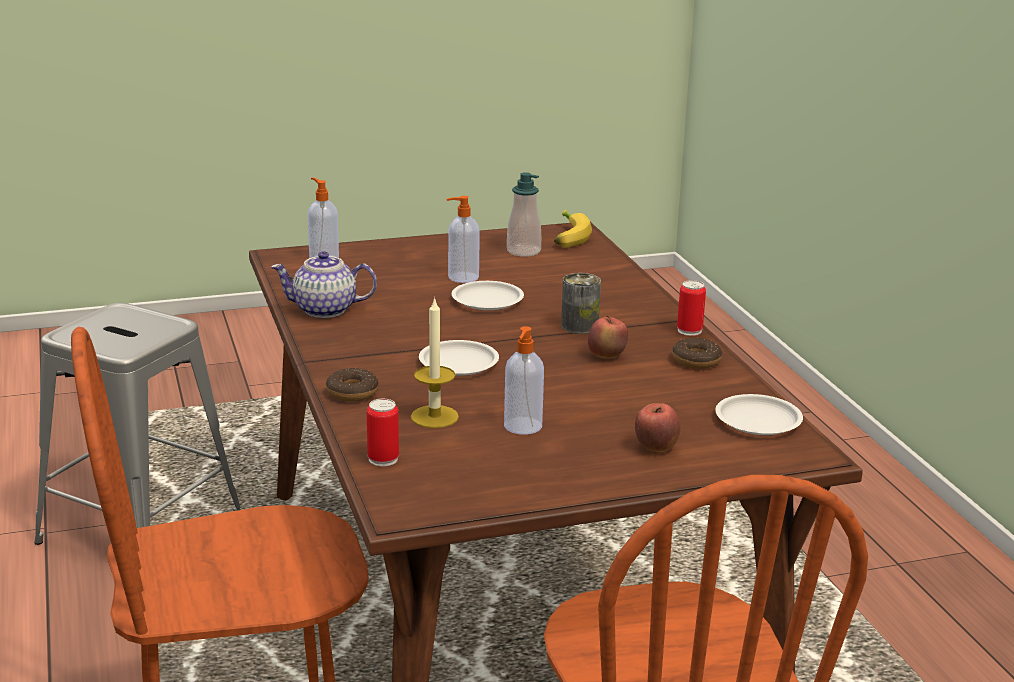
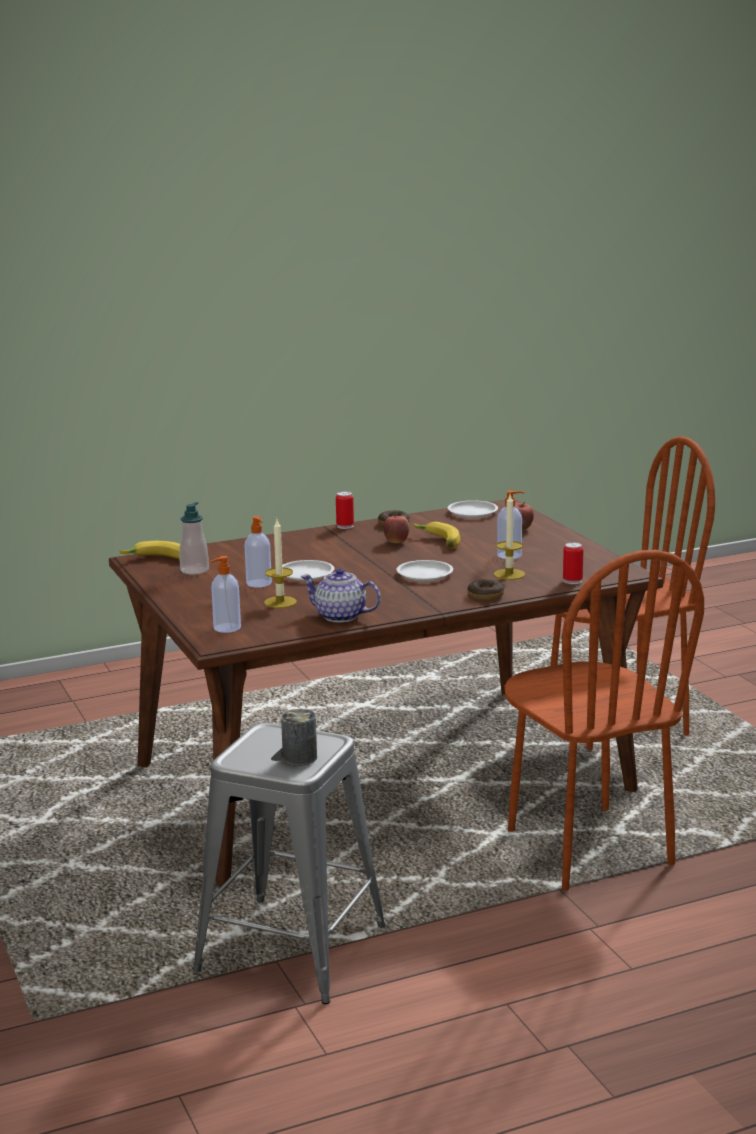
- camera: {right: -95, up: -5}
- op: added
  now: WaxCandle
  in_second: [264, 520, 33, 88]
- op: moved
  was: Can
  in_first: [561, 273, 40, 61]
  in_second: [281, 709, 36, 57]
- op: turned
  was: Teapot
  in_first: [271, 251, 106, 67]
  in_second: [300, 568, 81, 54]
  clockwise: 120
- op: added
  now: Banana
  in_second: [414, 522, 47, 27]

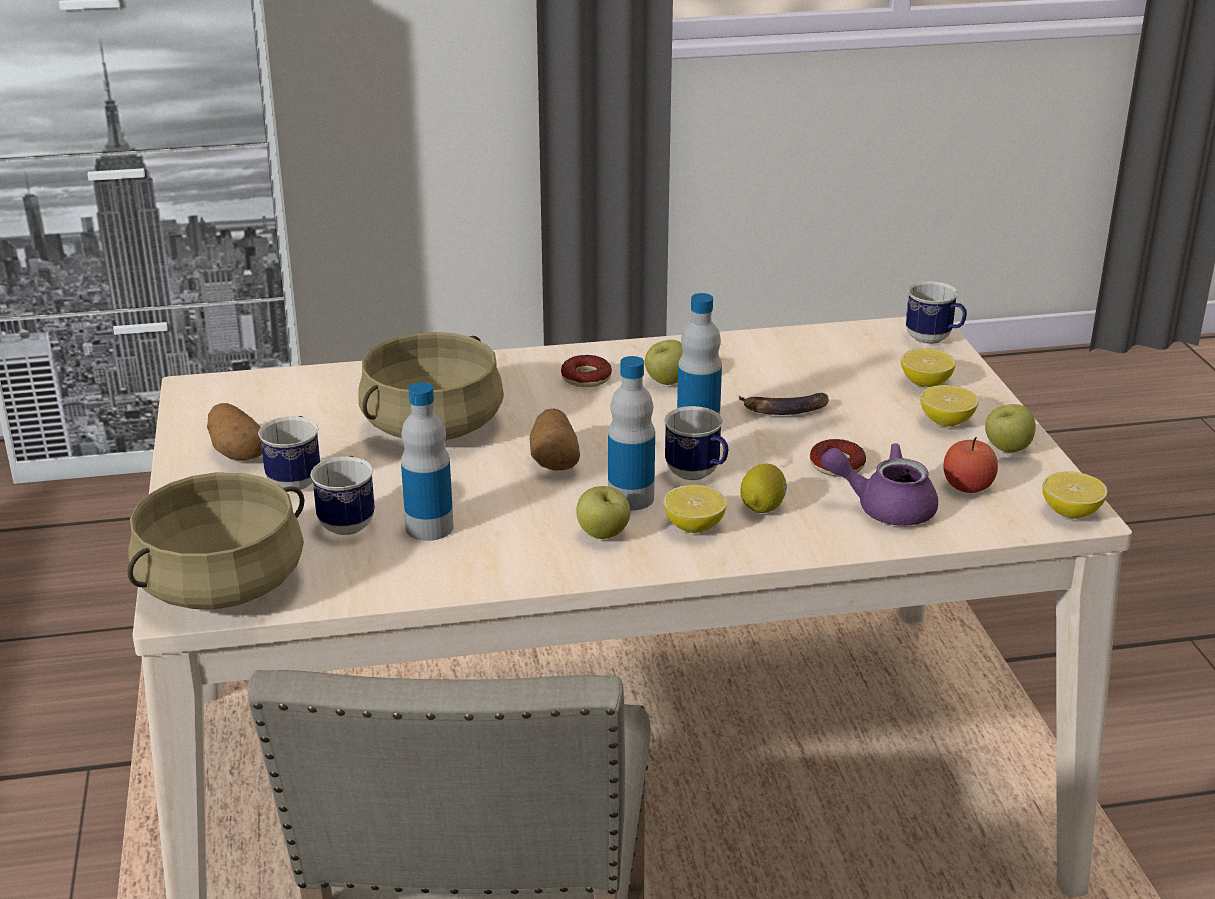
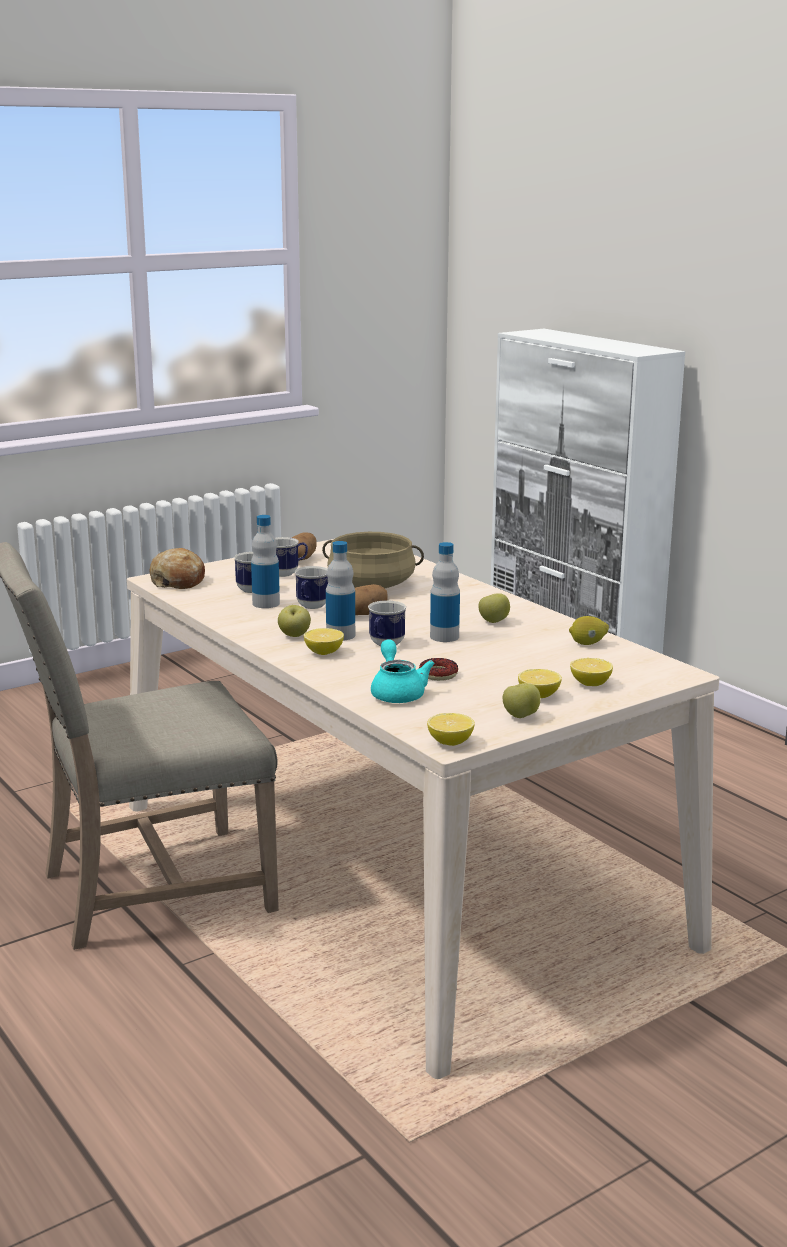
- camera: {right: 65, up: -10}
- op: replaced
  was: BeigeColouredCookingPot
  now: BakedBread
  in_first: [127, 472, 178, 137]
  in_second: [149, 548, 56, 41]
- op: moved
  was: CoffeeMug
  in_first: [906, 281, 61, 63]
  in_second: [295, 566, 33, 43]
- op: recoloured
  was: PurpleColouredTeapot
  now: BlueGreenTeapot
  in_first: [821, 443, 117, 83]
  in_second: [371, 639, 63, 64]
- op: moved
  was: Lemon
  in_first: [740, 464, 47, 49]
  in_second: [569, 616, 40, 29]
- op: removed
  was: Doughnut
  in_first: [561, 355, 51, 32]
- op: removed
  was: Banana
  in_first: [739, 393, 90, 22]
- op: removed
  was: WholeApple
  in_first: [944, 437, 54, 56]

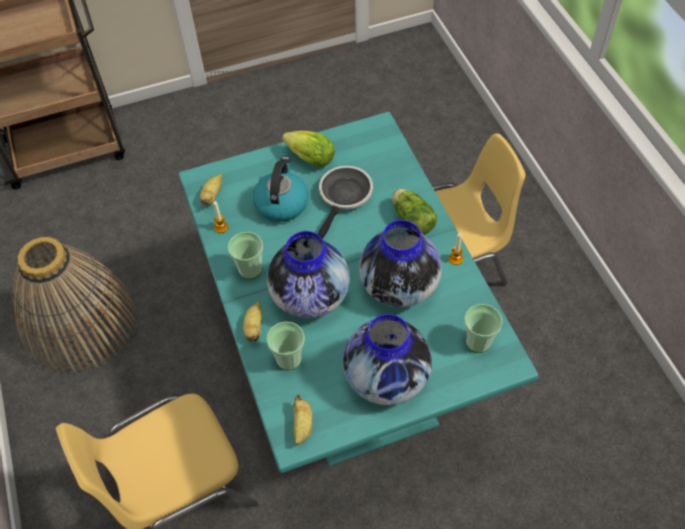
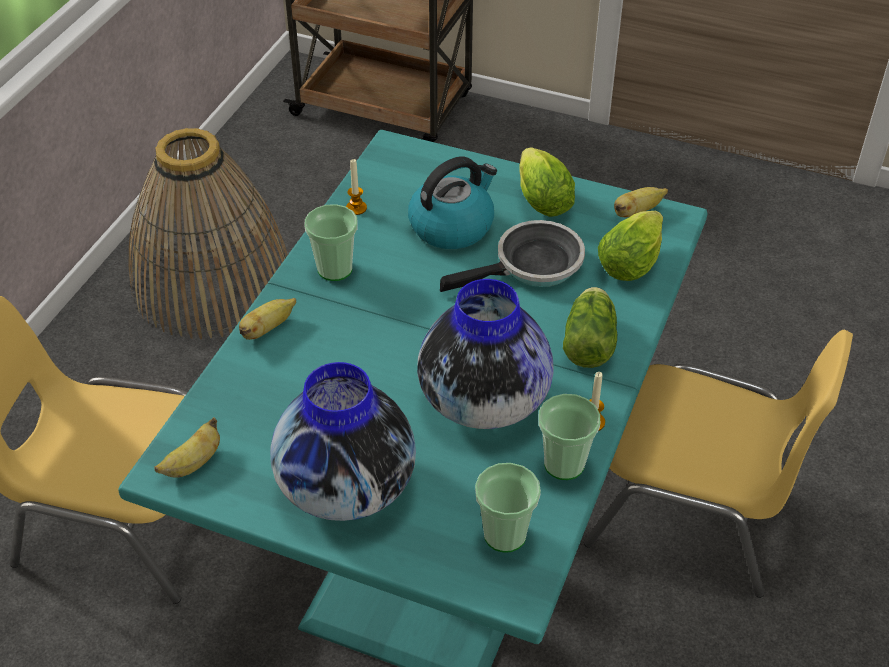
- camera: {right: 40, up: -10}
- op: moved
  was: Cup
  in_first: [266, 322, 39, 49]
  in_second: [539, 394, 61, 86]
- op: added
  now: LettuceHead
  in_second: [598, 211, 65, 70]
- op: moved
  was: Banana
  in_first: [200, 173, 22, 33]
  in_second: [614, 187, 54, 30]
- op: removed
  was: FlowerVase
  in_first: [267, 231, 83, 87]

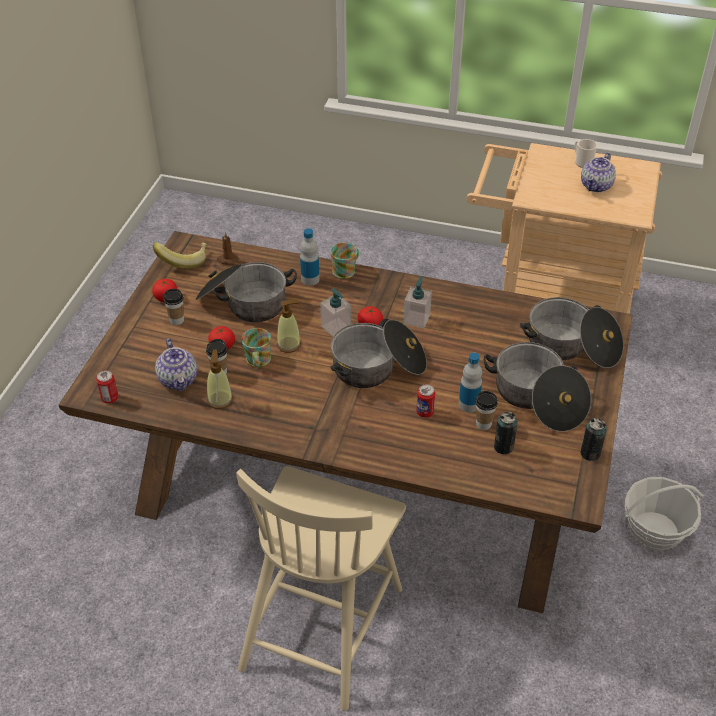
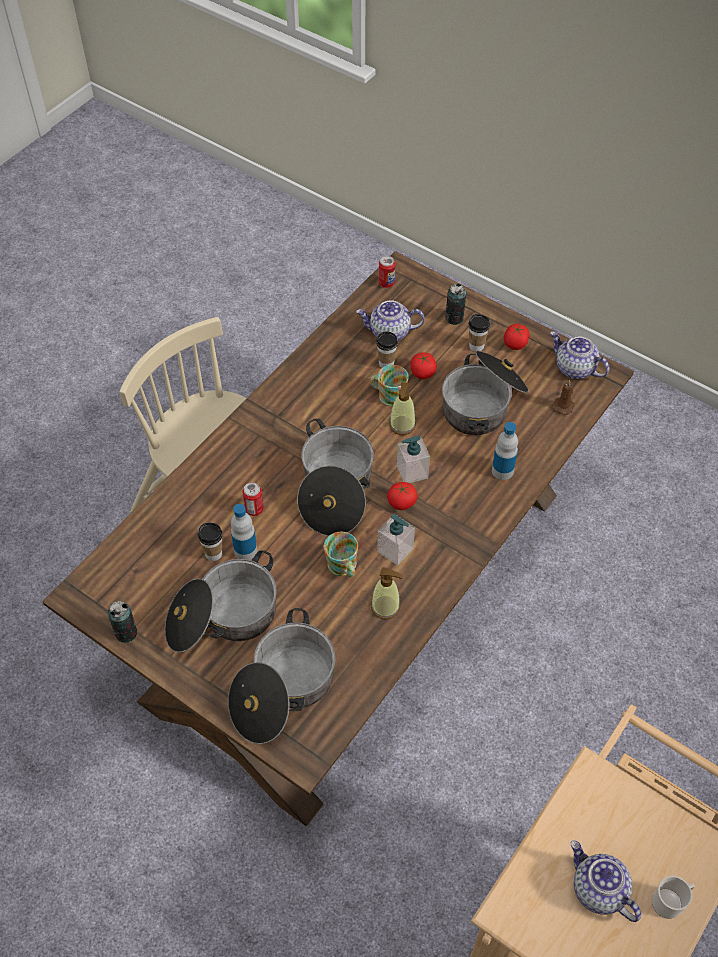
- camera: {right: 110, up: 10}
- op: moved
  was: CoffeeMug
  in_first: [330, 243, 29, 36]
  in_second: [324, 532, 34, 45]
- op: moved
  was: SoapDispenser
  in_first: [207, 349, 26, 60]
  in_second: [371, 567, 32, 52]
- op: moved
  was: Can
  in_first: [494, 412, 24, 42]
  in_second: [445, 284, 21, 41]
- op: replaced
  was: Banana
  now: Teapot
  in_first: [153, 242, 54, 27]
  in_second: [550, 331, 59, 48]
- op: removed
  was: Basket
  in_first: [623, 477, 81, 74]

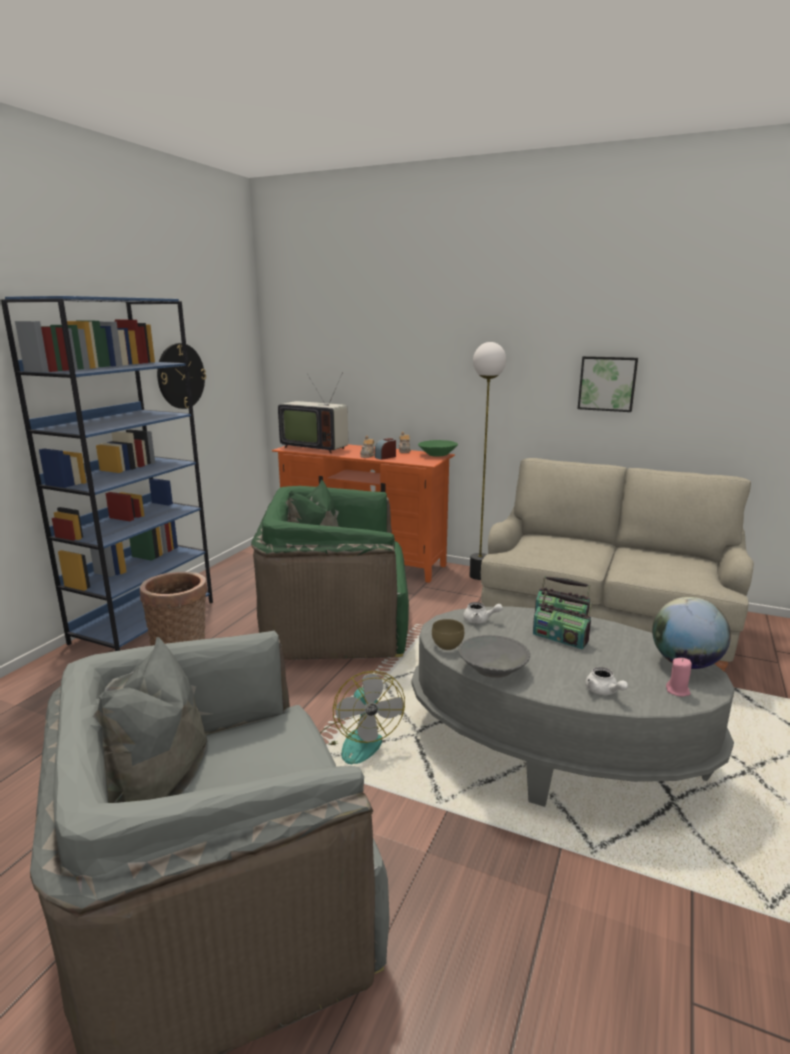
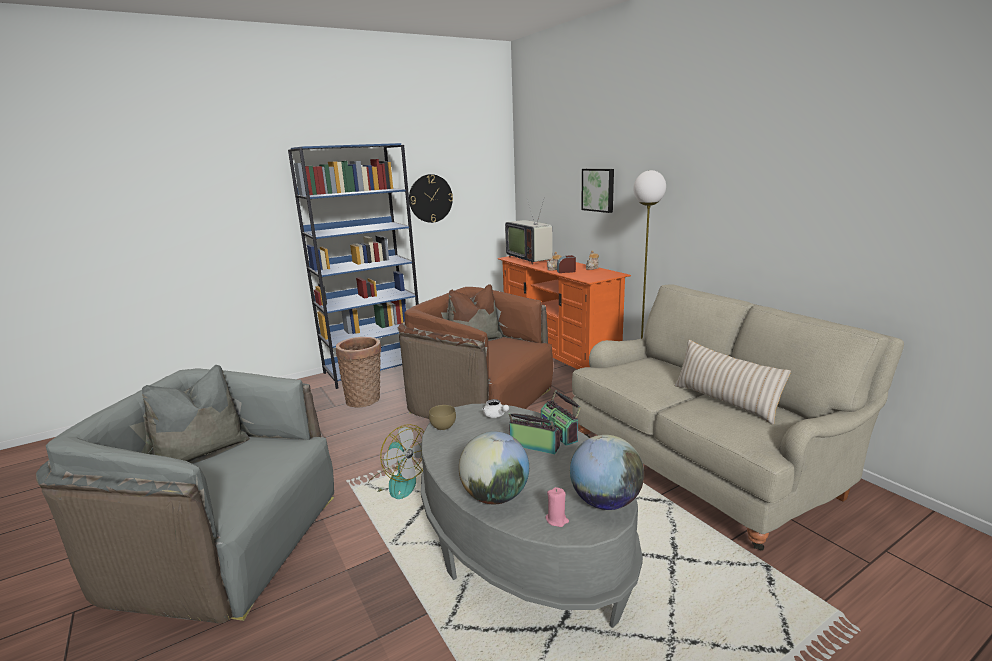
- camera: {right: 35, up: 0}
- op: turned
  was: CoolingFan
  in_first: [320, 671, 85, 93]
  in_second: [370, 424, 54, 75]
  clockwise: -60
- op: recoloured
  was: GreenColouredLoungeChair
  now: BrownishLoungeChair
  in_first: [251, 480, 158, 180]
  in_second: [398, 284, 155, 135]
- op: replaced
  was: WhiteTeapot
  now: DeskGlobe
  in_first: [585, 667, 43, 28]
  in_second: [459, 431, 70, 73]
- op: turned
  was: Radio
  in_first: [533, 591, 59, 58]
  in_second: [509, 413, 51, 41]
  clockwise: 135
- op: moved
  was: Picture
  in_first: [578, 356, 60, 56]
  in_second: [581, 169, 33, 44]
- op: added
  now: BeigeColouredThrowPillow
  in_second: [675, 340, 116, 85]
- op: removed
  was: GreenColouredBowl
  in_first: [418, 440, 40, 17]
- op: removed
  was: GreyBowl
  in_first: [459, 635, 71, 43]

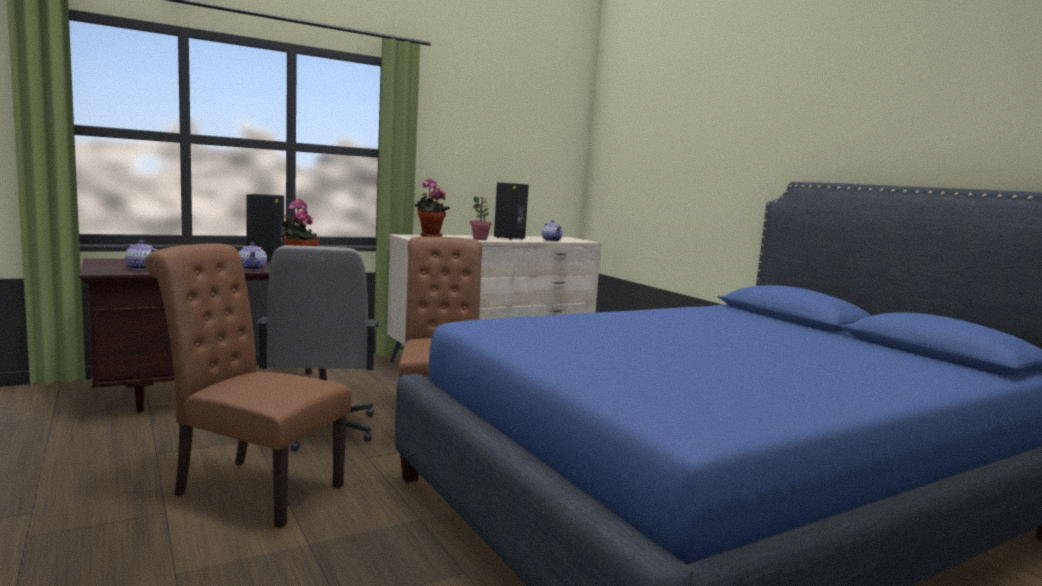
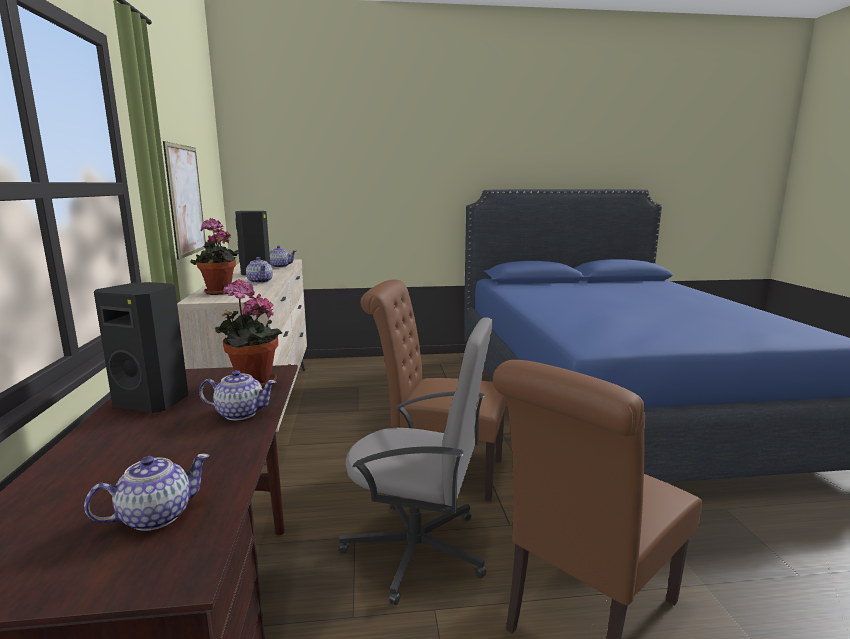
- camera: {right: -65, up: 5}
- op: added
  now: Picture
  in_second: [163, 141, 43, 119]
- op: replaced
  was: PottedPlant
  now: Teapot
  in_first: [470, 196, 22, 44]
  in_second: [246, 257, 27, 26]

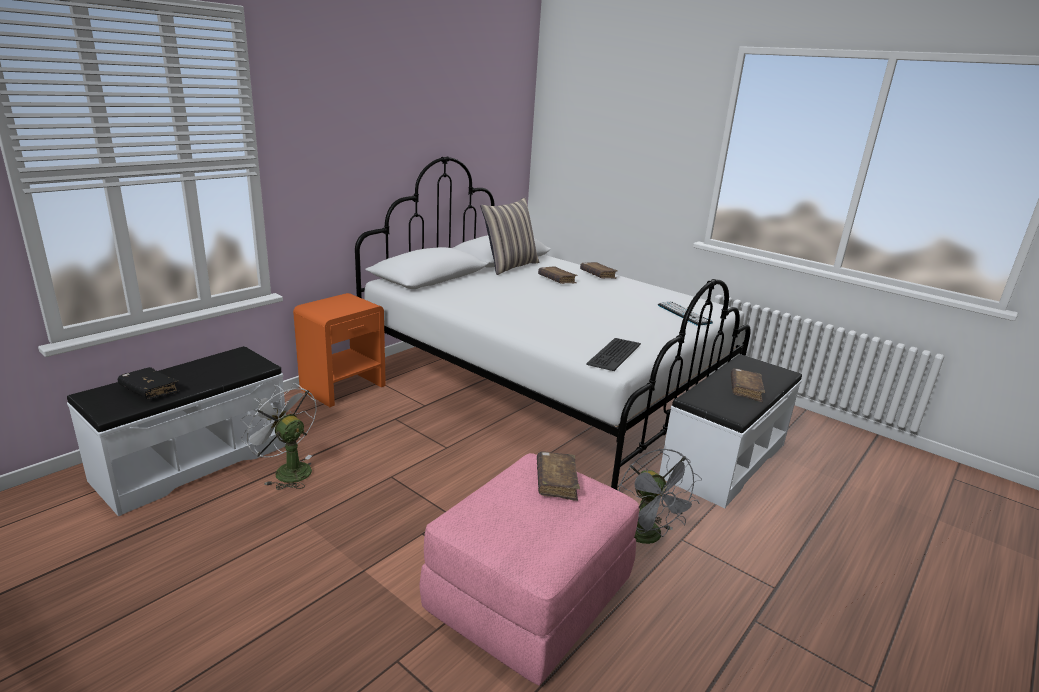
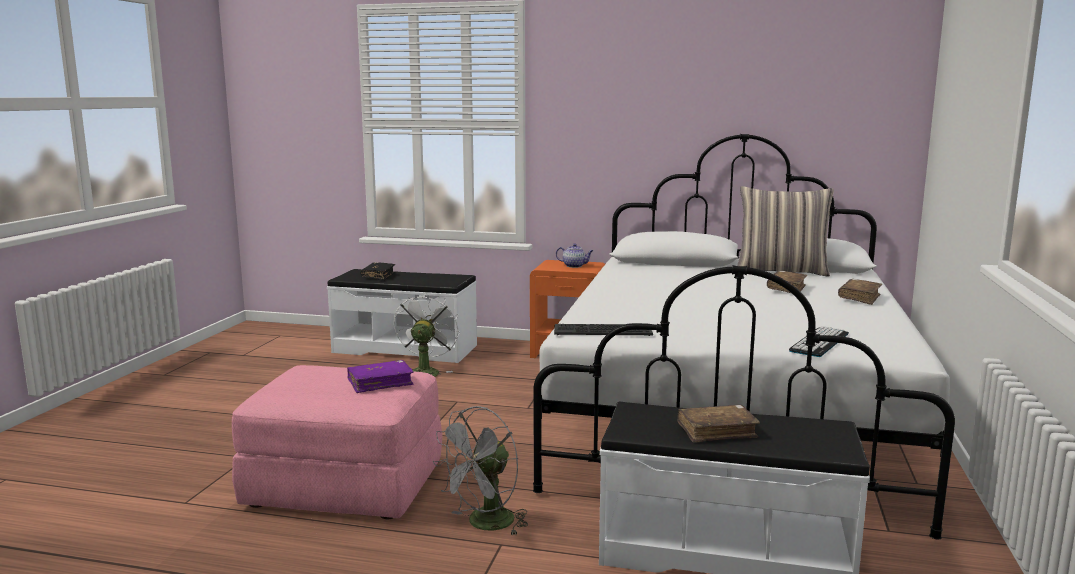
- camera: {right: 65, up: -10}
- op: recoloured
  was: BrownishBook
  now: PurpleColouredBook
  in_first: [537, 452, 43, 49]
  in_second: [347, 360, 67, 33]
- op: added
  now: Teapot
  in_second: [556, 244, 37, 24]

